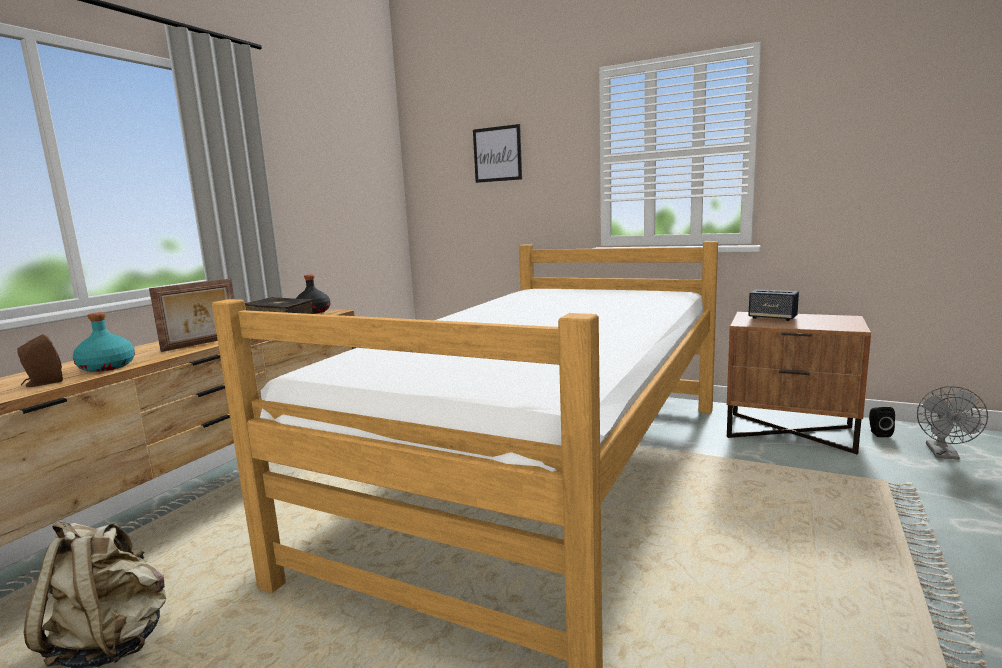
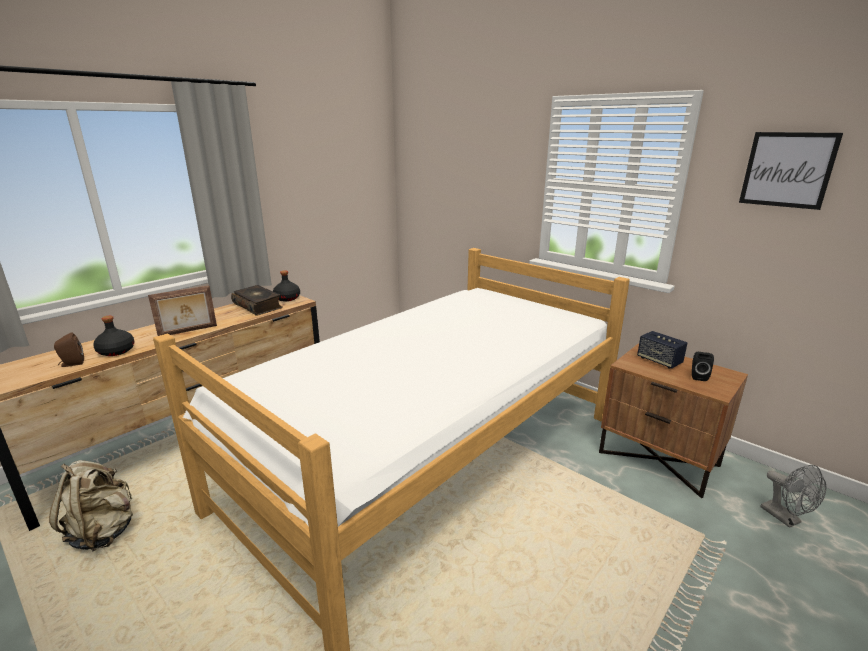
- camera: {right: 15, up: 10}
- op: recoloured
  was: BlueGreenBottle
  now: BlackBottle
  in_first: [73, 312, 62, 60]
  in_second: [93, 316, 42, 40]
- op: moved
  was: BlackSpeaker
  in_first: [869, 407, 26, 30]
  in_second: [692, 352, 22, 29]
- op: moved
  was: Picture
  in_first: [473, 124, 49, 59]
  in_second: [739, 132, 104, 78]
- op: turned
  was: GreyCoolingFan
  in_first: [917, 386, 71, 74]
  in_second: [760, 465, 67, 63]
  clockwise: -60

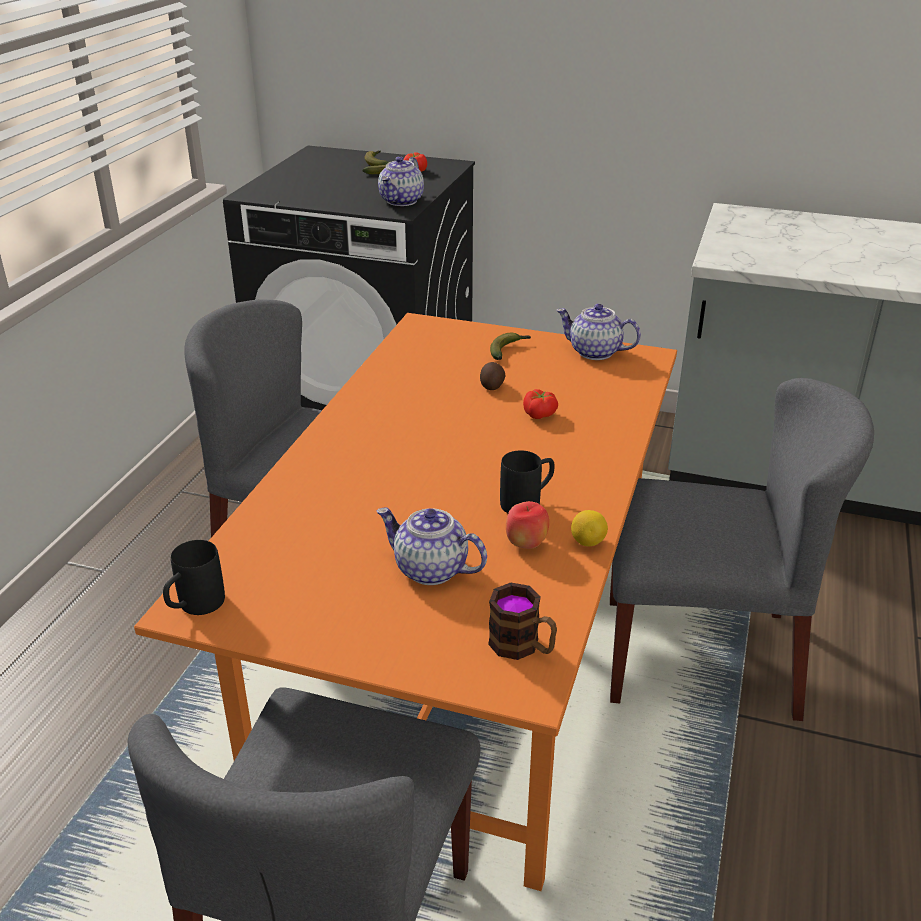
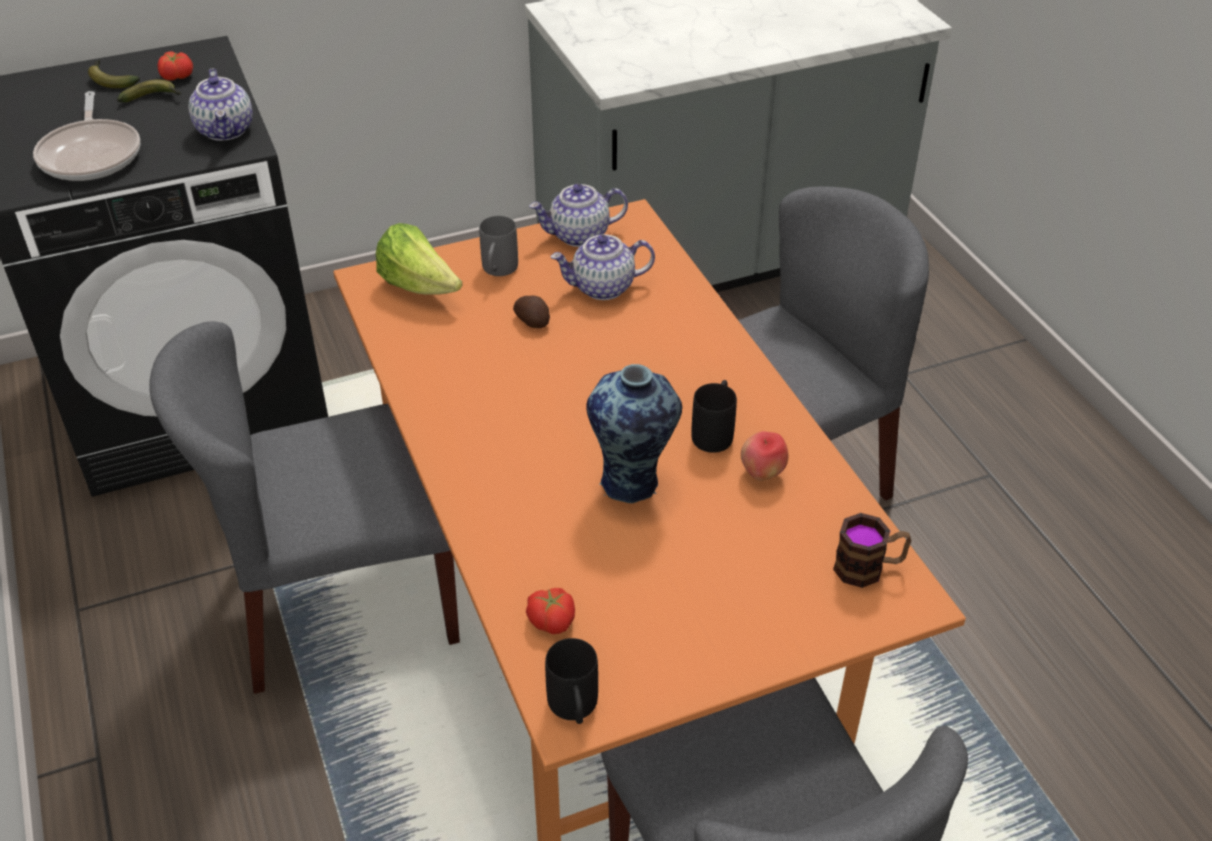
- camera: {right: -40, up: 10}
- op: added
  now: Skillet
  in_second: [33, 91, 108, 90]
- op: added
  now: LettuceHead
  in_second: [376, 223, 86, 72]
- op: replaced
  was: Banana
  now: GreyCoffeeMug
  in_first: [490, 333, 41, 27]
  in_second: [479, 216, 39, 60]
- op: moved
  was: WholeTomato
  in_first: [523, 389, 35, 30]
  in_second: [526, 588, 49, 46]
- op: moved
  was: Teapot
  in_first: [376, 508, 111, 77]
  in_second: [551, 235, 104, 65]
- op: added
  now: FlowerVase
  in_second: [586, 364, 96, 139]
- op: removed
  was: Lemon
  in_first: [571, 510, 37, 36]

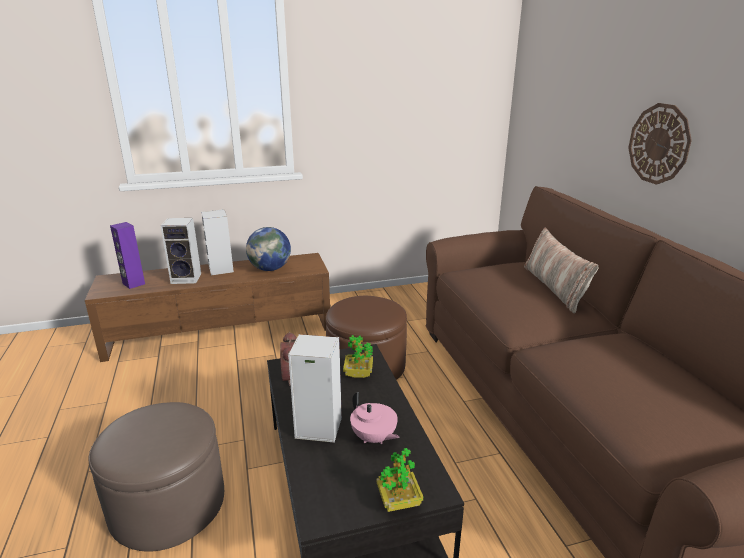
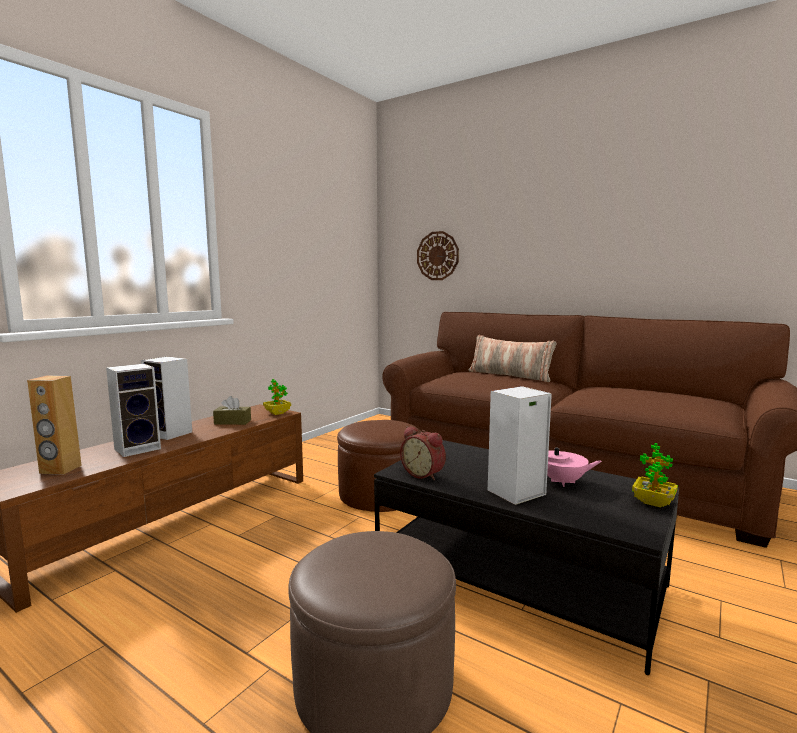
- camera: {right: -40, up: -15}
- op: recoloured
  was: PurpleColouredSpeaker
  now: BrownishSpeaker
  in_first: [110, 222, 35, 67]
  in_second: [27, 376, 55, 99]
- op: replaced
  was: DeskGlobe
  now: BrownishTissueBox
  in_first: [246, 227, 45, 44]
  in_second: [213, 396, 38, 29]
- op: moved
  was: PottedPlant
  in_first: [343, 335, 30, 43]
  in_second: [263, 379, 28, 36]
- op: moved
  was: HangingClock
  in_first: [628, 103, 64, 82]
  in_second: [417, 231, 42, 49]

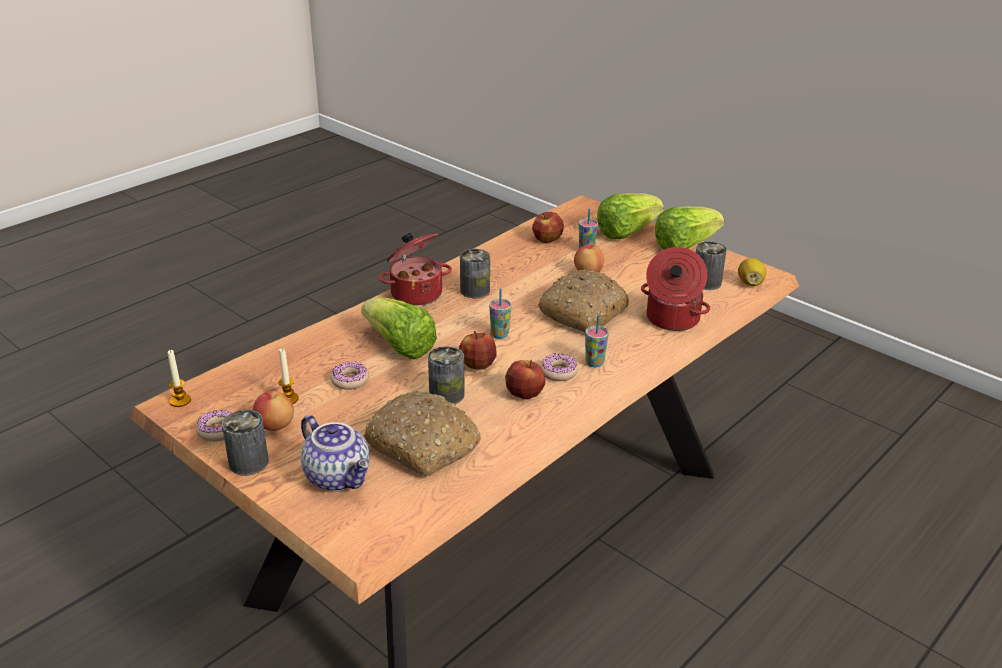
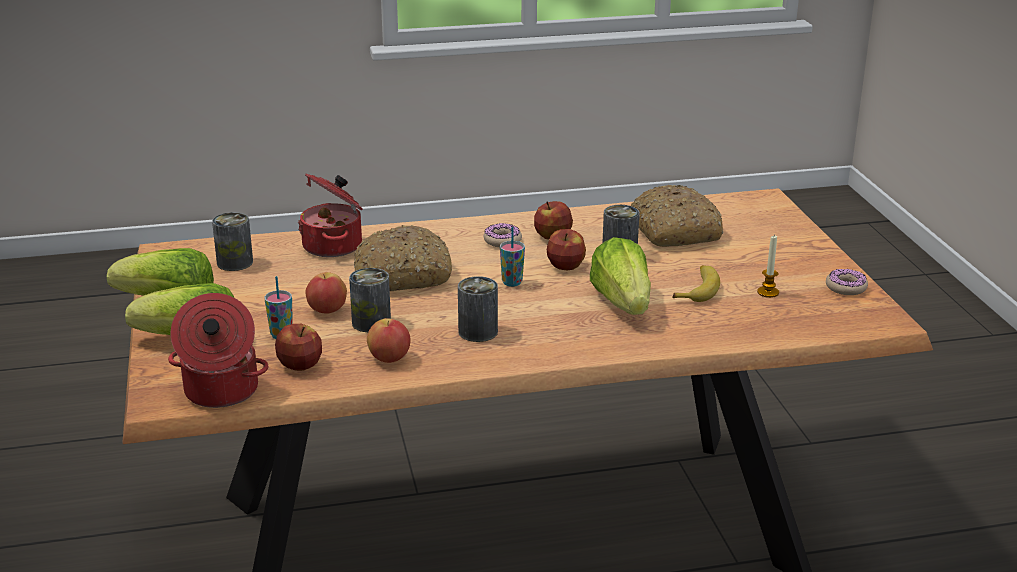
- camera: {right: -145, up: -5}
- op: moved
  was: CookingPot
  in_first: [379, 233, 73, 72]
  in_second: [168, 293, 101, 115]
- op: moved
  was: Can
  in_first: [222, 410, 47, 66]
  in_second: [349, 268, 42, 64]
- op: moved
  was: WholeApple
  in_first: [253, 391, 41, 40]
  in_second: [367, 318, 44, 45]
- op: replaced
  was: Doughnut
  now: Banana
  in_first: [330, 361, 39, 29]
  in_second: [672, 265, 48, 37]
- op: removed
  was: WaxCandle
  in_first: [168, 350, 23, 57]
- op: removed
  was: Teapot
  in_first: [301, 415, 69, 77]
- op: removed
  was: Cup
  in_first: [585, 315, 24, 52]
- op: removed
  was: Lemon
  in_first: [738, 258, 28, 28]

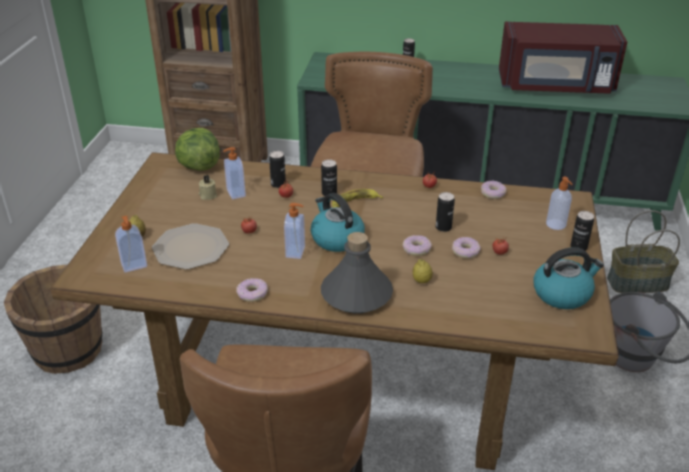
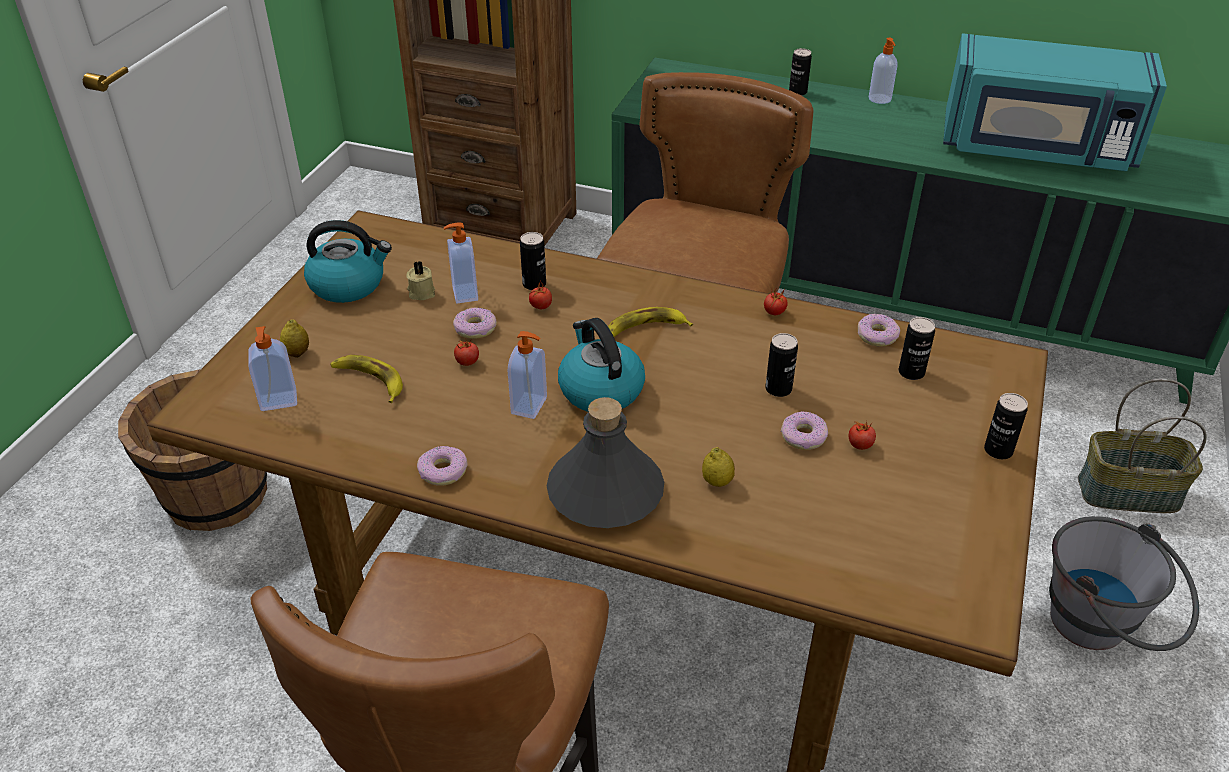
- camera: {right: 10, up: 5}
- op: moved
  was: TeaKettle
  in_first: [533, 247, 71, 62]
  in_second: [304, 220, 88, 83]
- op: replaced
  was: FlatDish
  now: Banana
  in_first: [152, 223, 77, 47]
  in_second: [330, 355, 73, 48]
- op: moved
  was: Doughnut
  in_first: [403, 235, 29, 21]
  in_second: [453, 308, 44, 31]
- op: moved
  was: SoapDispenser
  in_first: [546, 177, 27, 53]
  in_second: [869, 38, 29, 66]
- op: moved
  was: Can
  in_first: [321, 159, 16, 37]
  in_second: [899, 317, 36, 63]
- op: recoloured
  was: RedMicrowave
  now: BlueGreenMicrowave
  in_first: [499, 22, 128, 72]
  in_second: [943, 33, 224, 138]
- op: removed
  was: LettuceHead
  in_first: [175, 128, 45, 43]

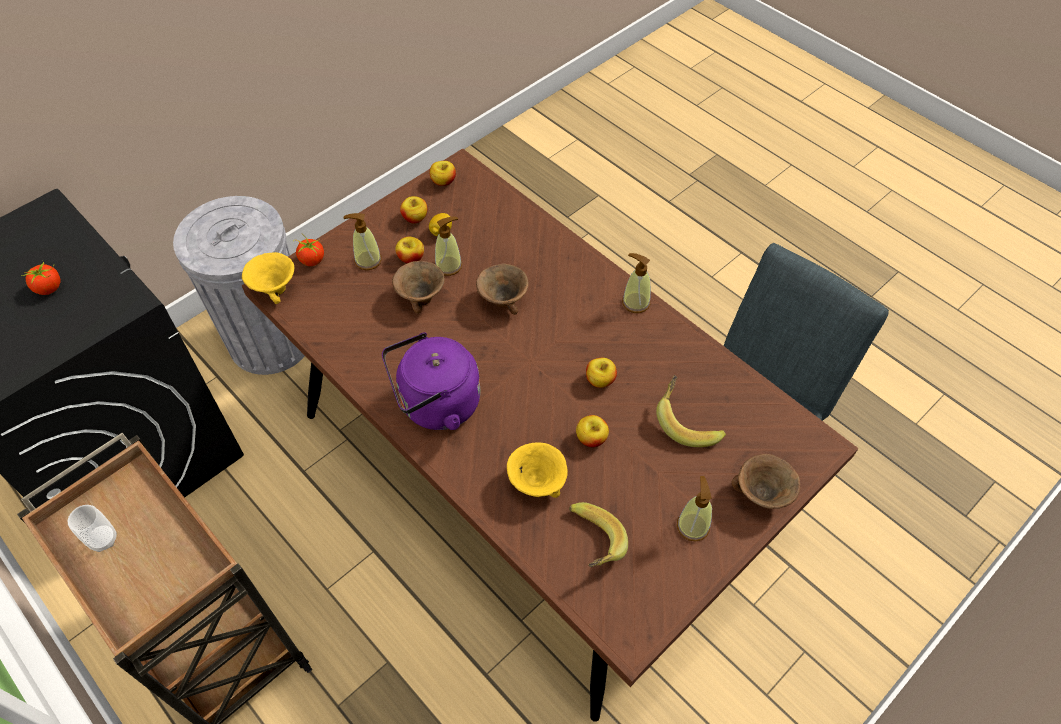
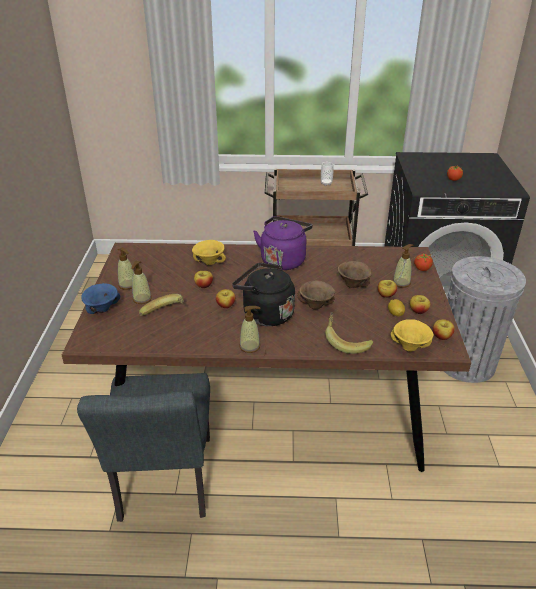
- camera: {right: 135, up: -20}
- op: recoloured
  was: BrownishBowl
  now: BlueBowl
  in_first: [732, 454, 68, 55]
  in_second: [81, 283, 39, 31]
- op: moved
  was: SoapDispenser
  in_first: [435, 217, 27, 59]
  in_second: [131, 261, 21, 43]
- op: added
  now: BlackTeaKettle
  in_second: [232, 263, 63, 63]
- op: moved
  was: Banana
  in_first: [569, 502, 59, 65]
  in_second: [325, 312, 48, 42]
- op: moved
  was: YellowBowl
  in_first: [242, 252, 52, 52]
  in_second: [391, 319, 43, 33]

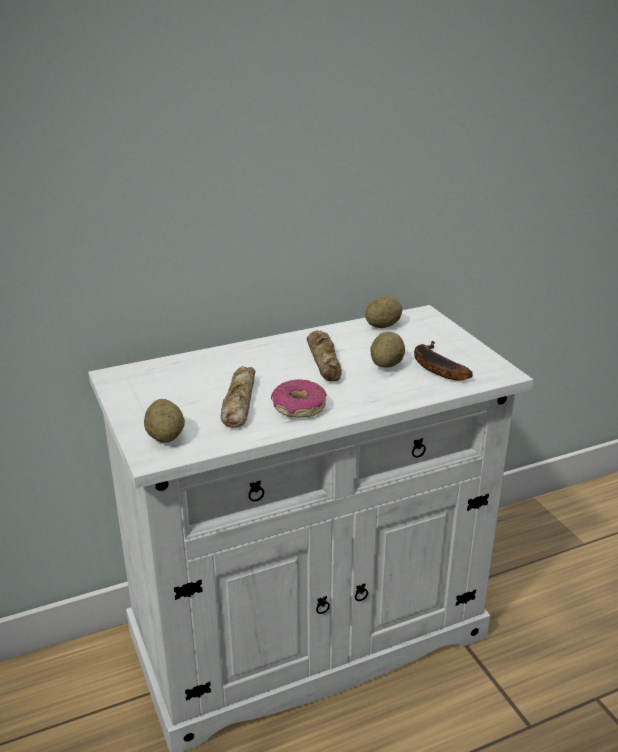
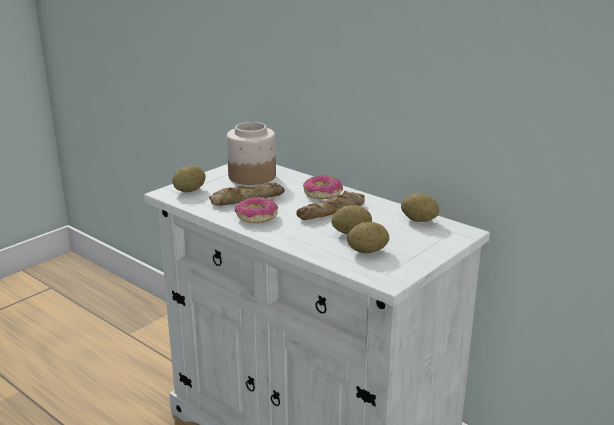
- camera: {right: 65, up: -5}
- op: added
  now: Jar
  in_second: [227, 122, 49, 63]
- op: added
  now: Doughnut
  in_second: [303, 176, 40, 23]
- op: replaced
  was: Banana
  now: WholePotato
  in_first: [414, 341, 59, 40]
  in_second: [347, 222, 42, 31]

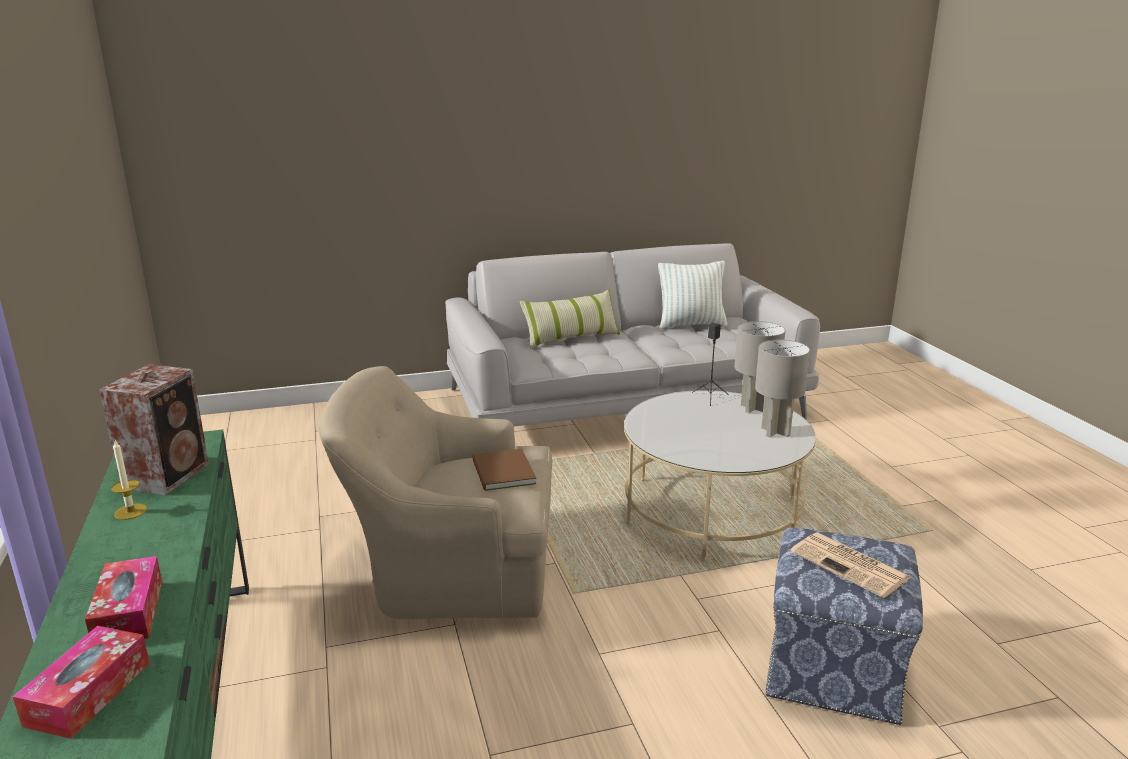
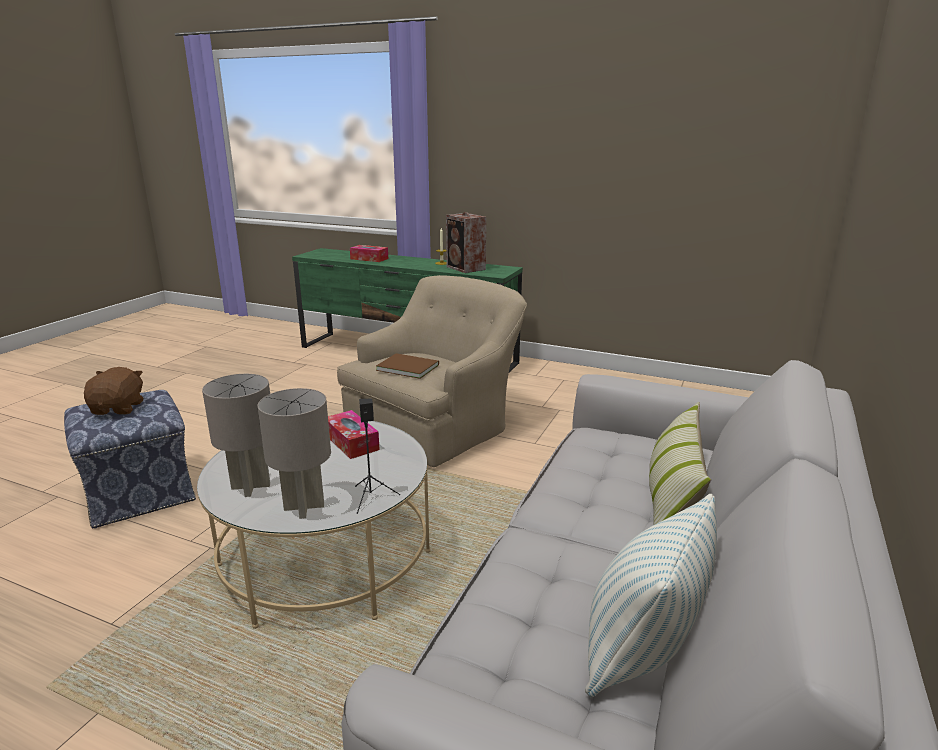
- camera: {right: 130, up: 0}
- op: replaced
  was: DailyPaper
  now: BrownishSoftToy
  in_first: [790, 533, 121, 65]
  in_second: [84, 367, 60, 48]
- op: moved
  was: TissueBox
  in_first: [13, 626, 137, 113]
  in_second: [328, 410, 52, 49]

